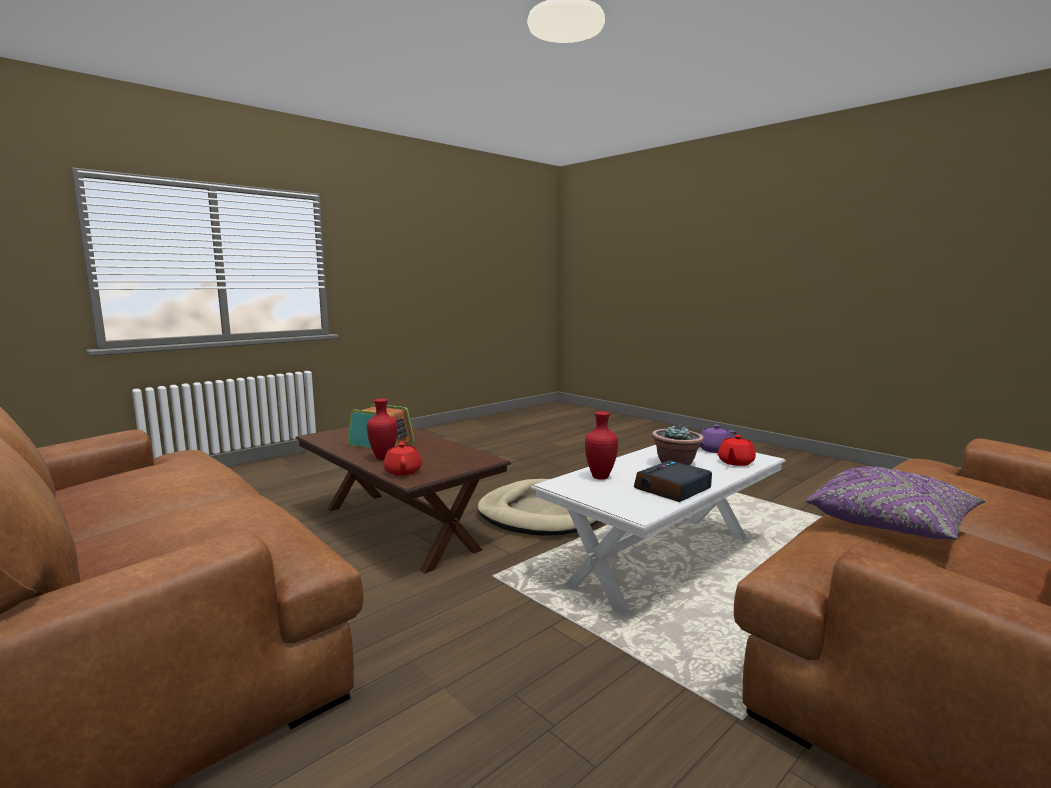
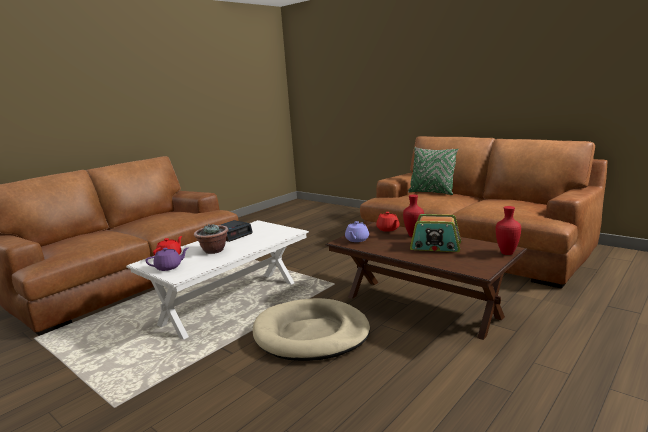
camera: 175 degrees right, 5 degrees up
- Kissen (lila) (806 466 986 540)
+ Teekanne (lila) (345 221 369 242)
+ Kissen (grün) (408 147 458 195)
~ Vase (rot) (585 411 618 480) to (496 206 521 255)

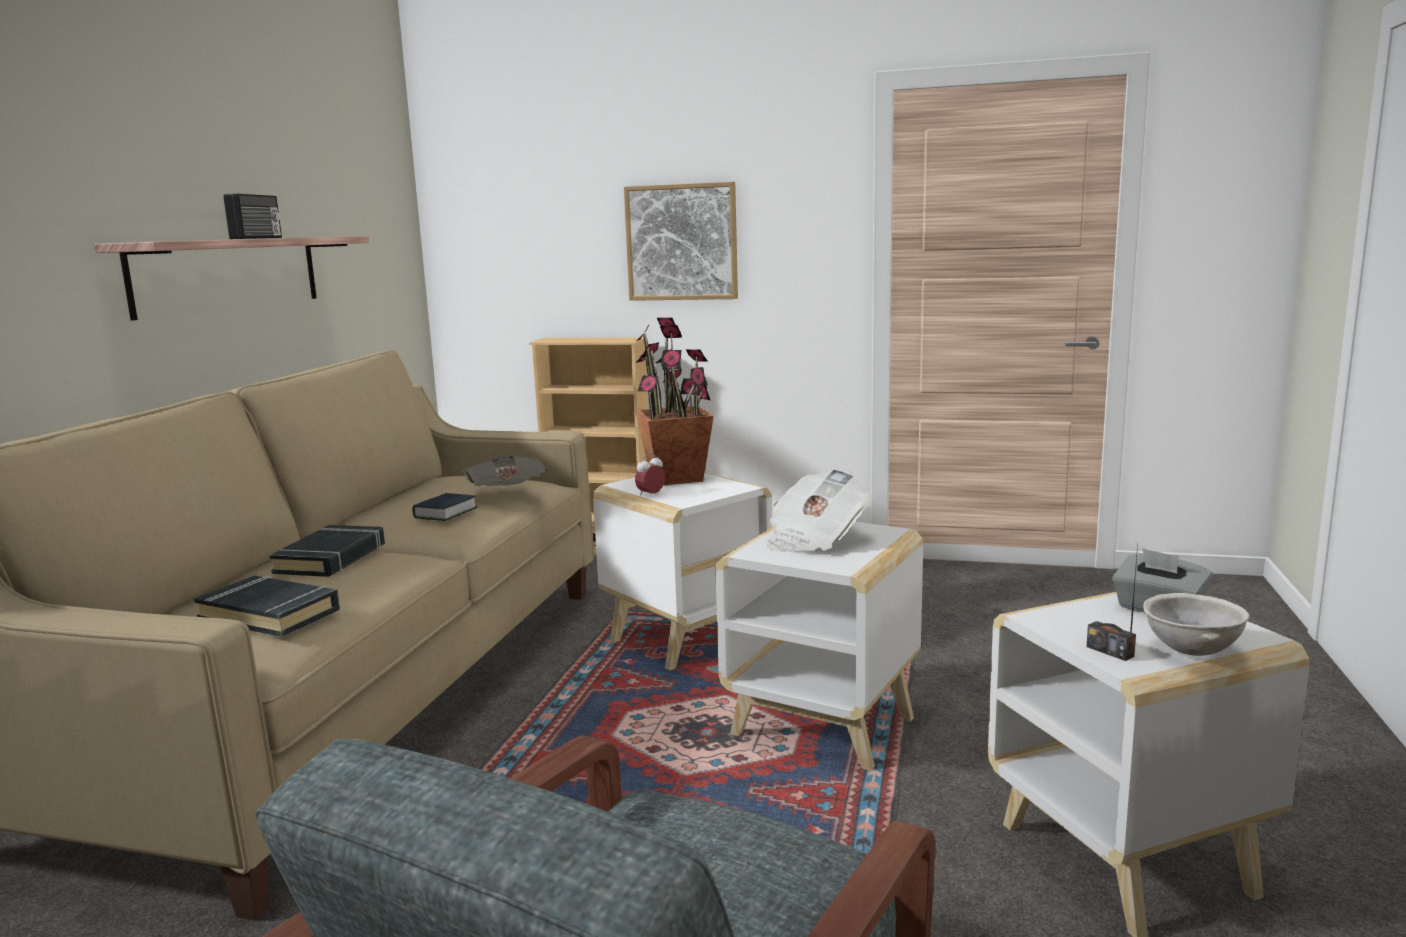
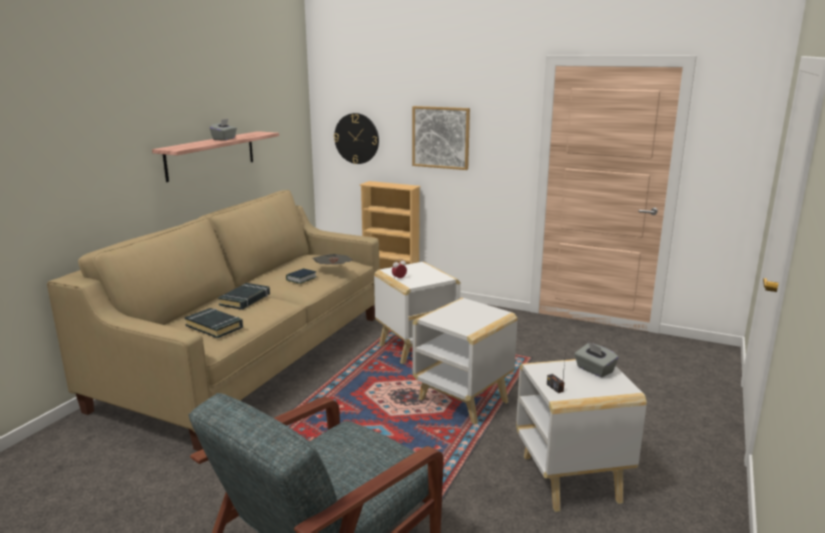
camera: 10 degrees right, 5 degrees up
- Topfpflanze (635 318 714 485)
- Zeitung (767 469 871 552)
- Schüssel (grau) (1143 593 1250 656)
+ Wanduhr (334 113 379 164)
~ Radio (224 194 282 239) to Taschentuchbox (grau) (210 119 237 141)

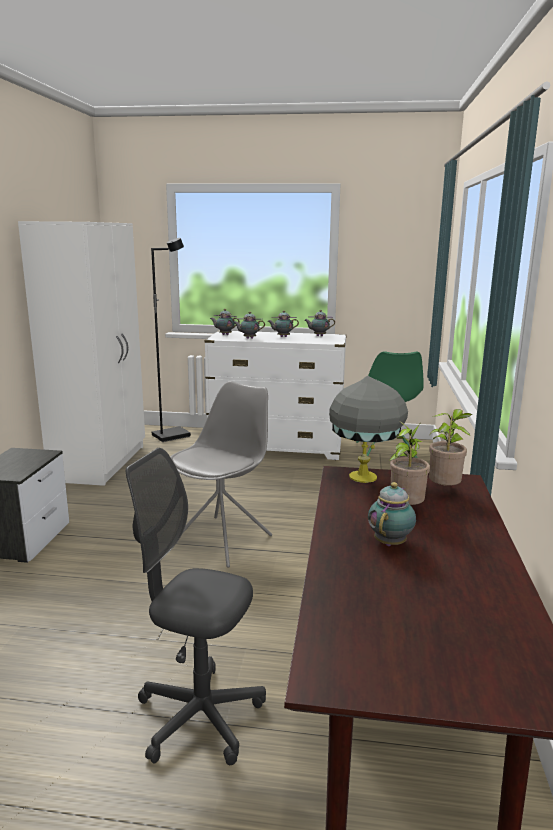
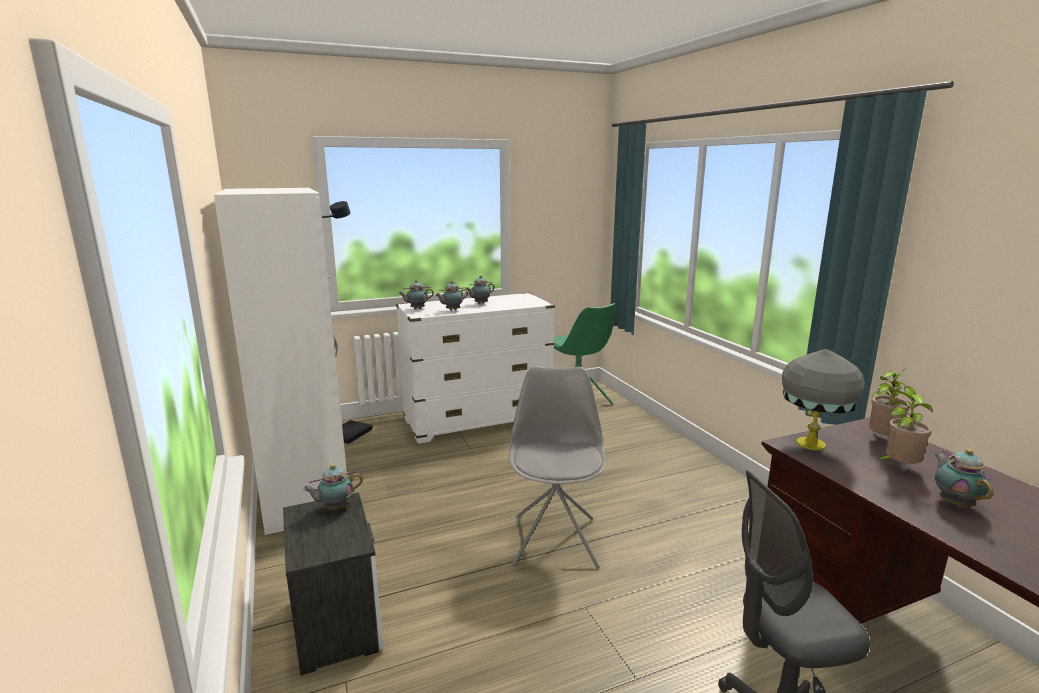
camera: 30 degrees left, 0 degrees up
~ Teekanne (304 310 335 336) to (303 464 363 510)

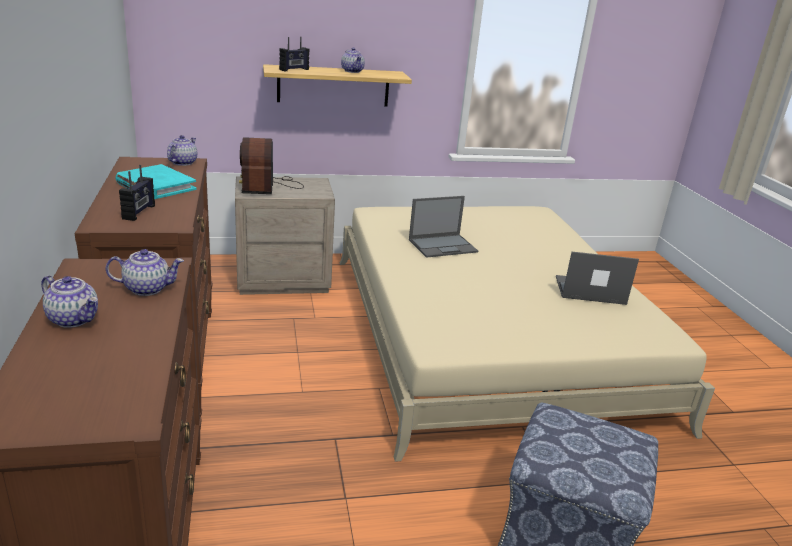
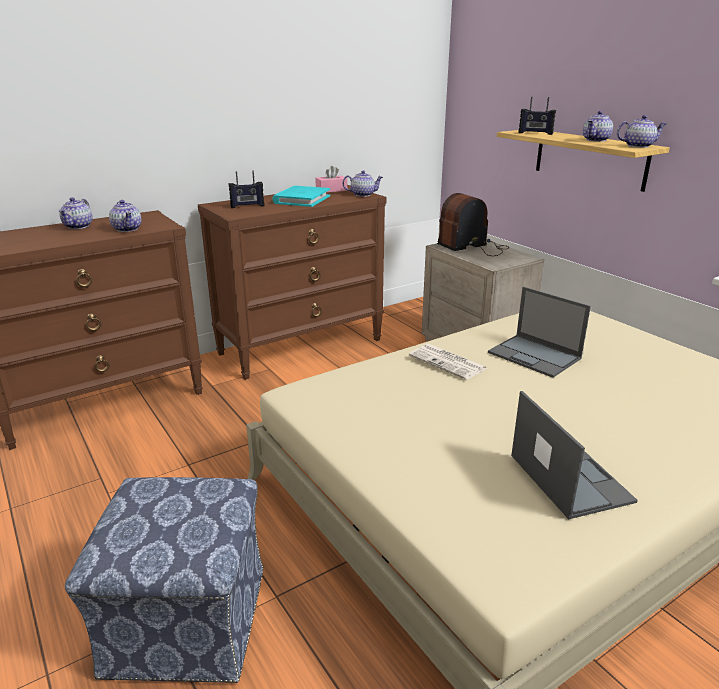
camera: 70 degrees right, 0 degrees up
+ Taschentuchbox (rosa) (315 166 347 193)
+ Zeitung (409 344 487 380)
+ Teekanne (617 115 667 148)

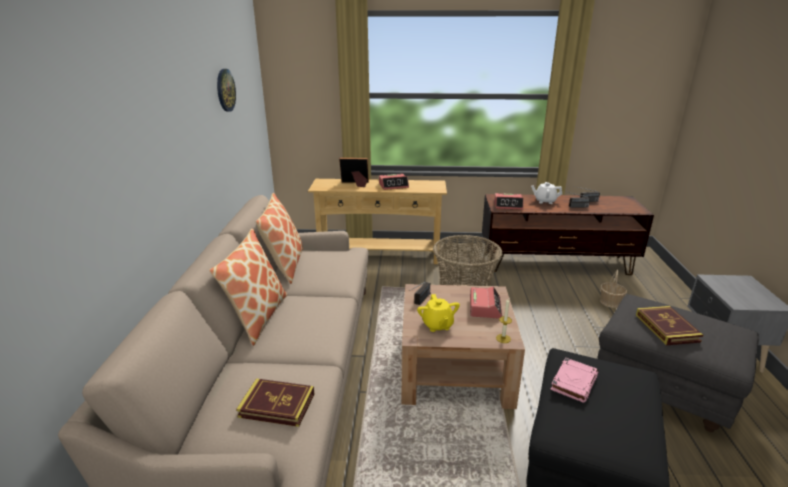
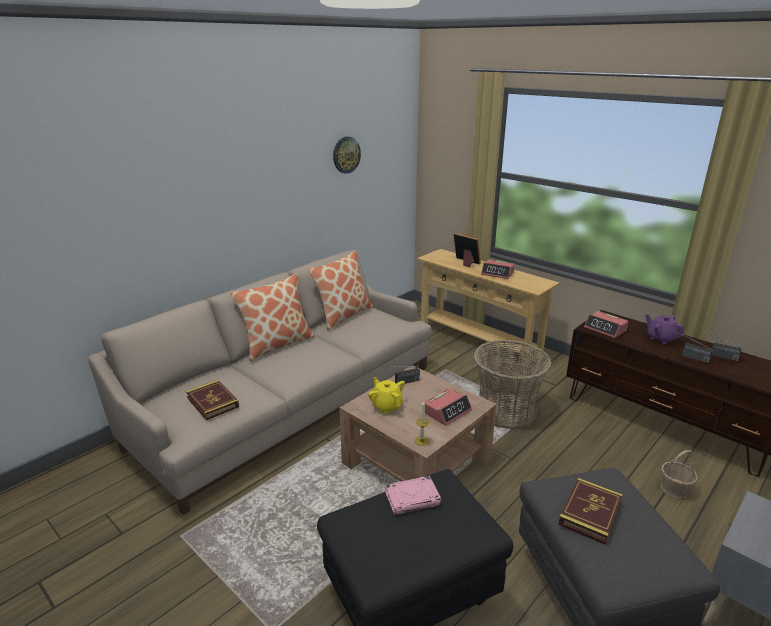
camera: 40 degrees right, 0 degrees up
~ Teekanne (weiß) (531 182 562 204) to Teekanne (lila) (645 314 684 344)
~ Teekanne (gelb) (417 294 460 332) = (368 377 405 414) 120 degrees clockwise

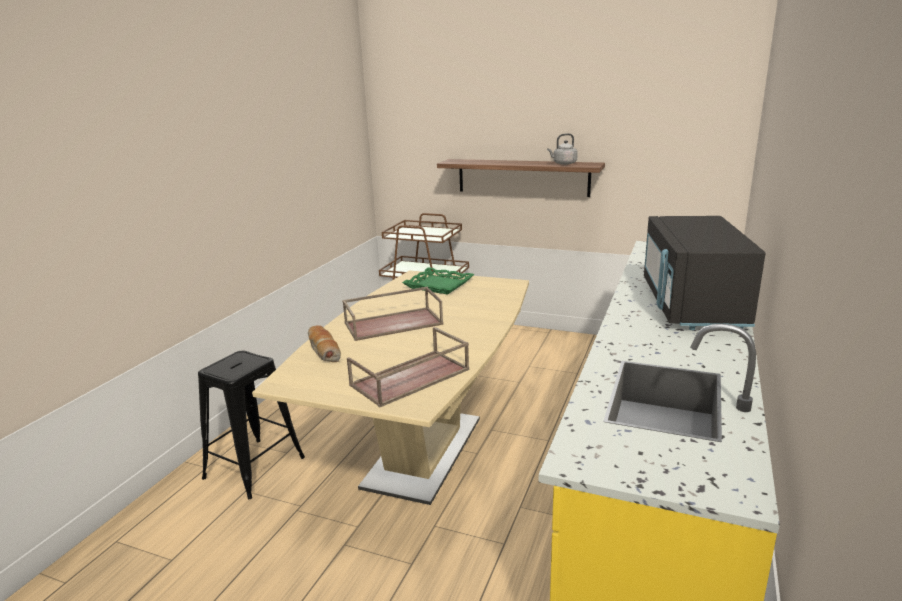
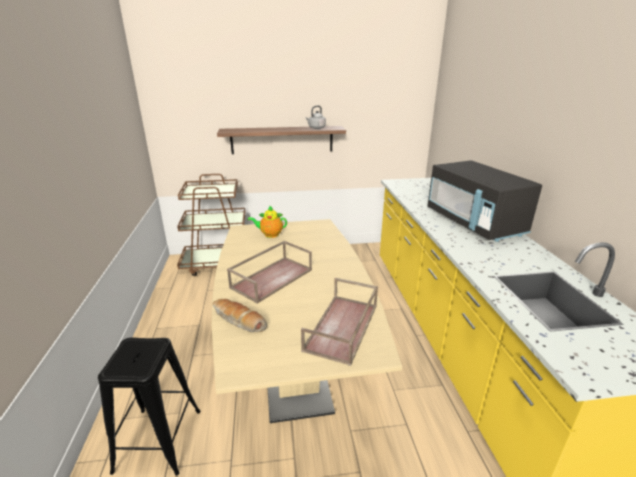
camera: 30 degrees left, 5 degrees up
~ Tablett (grün) (402 267 474 294) to Teekanne (247 205 287 238)

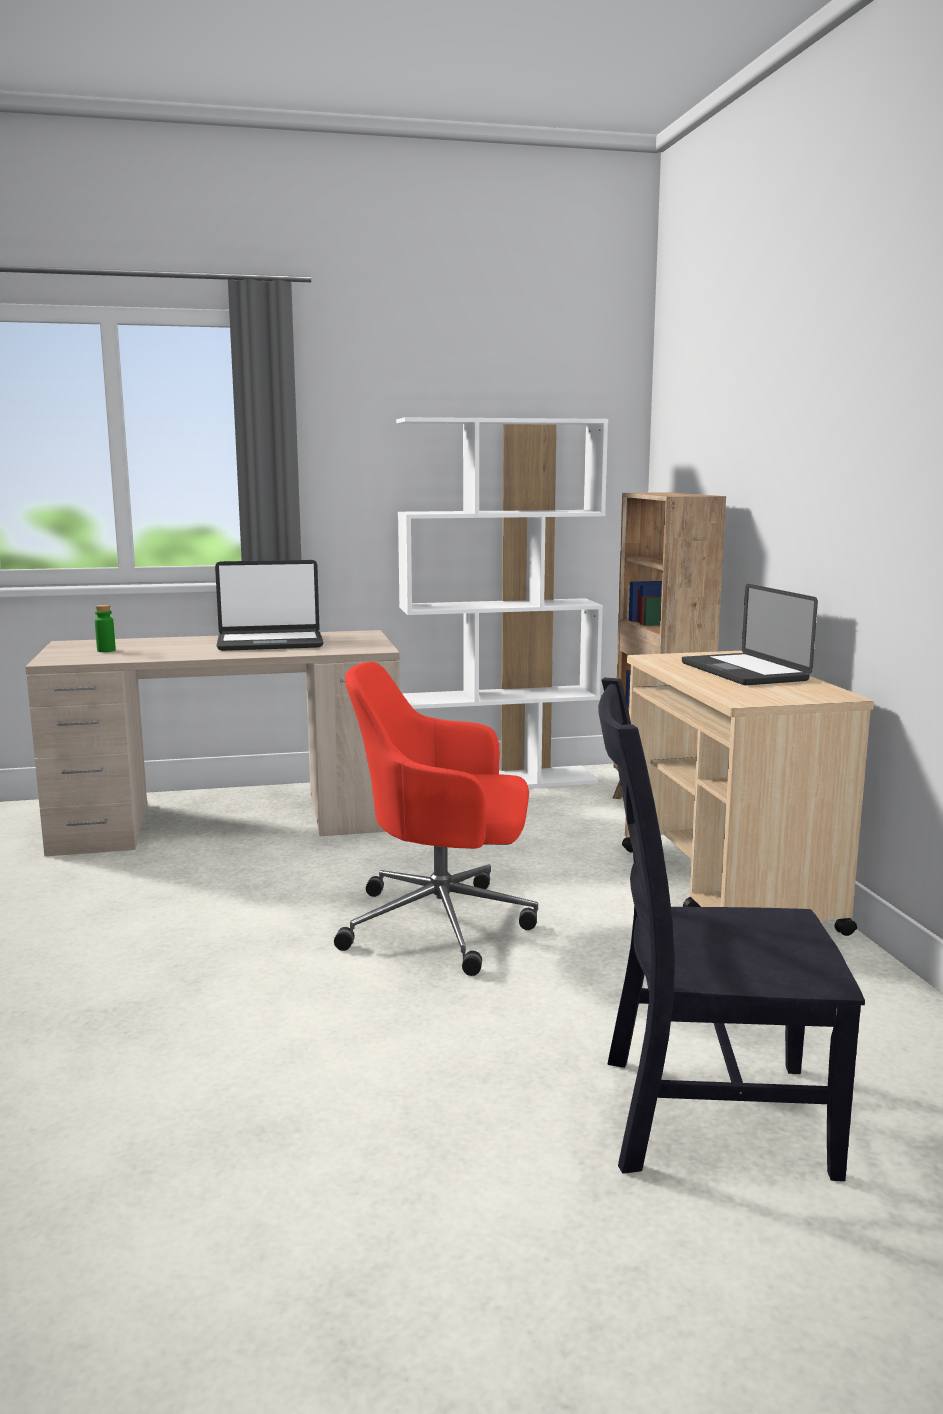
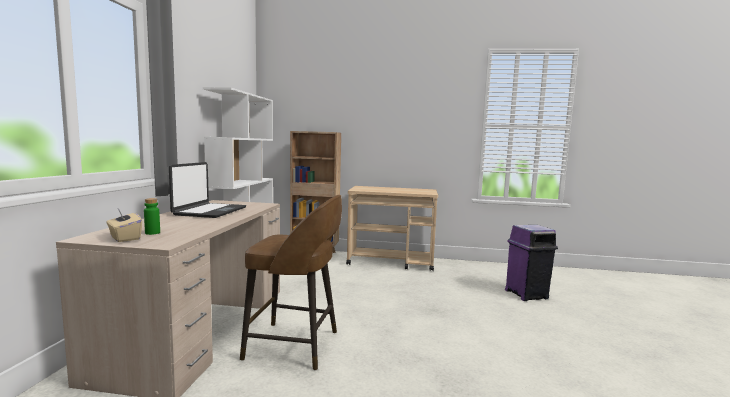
camera: 70 degrees left, 5 degrees down
- Bürostuhl (rot) (334 662 538 976)
- Laptop (682 584 818 685)
+ Taschentuchbox (beige) (106 209 142 242)
+ Hocker (braun) (240 195 342 370)
~ Stuhl (schwarz) (598 677 865 1181) to Mülleimer (lila) (505 225 558 301)

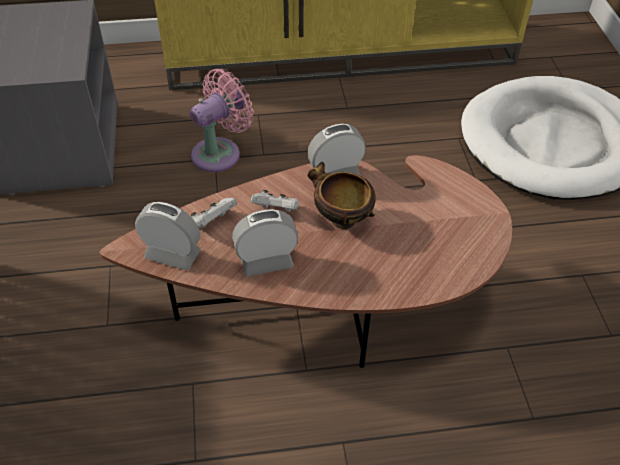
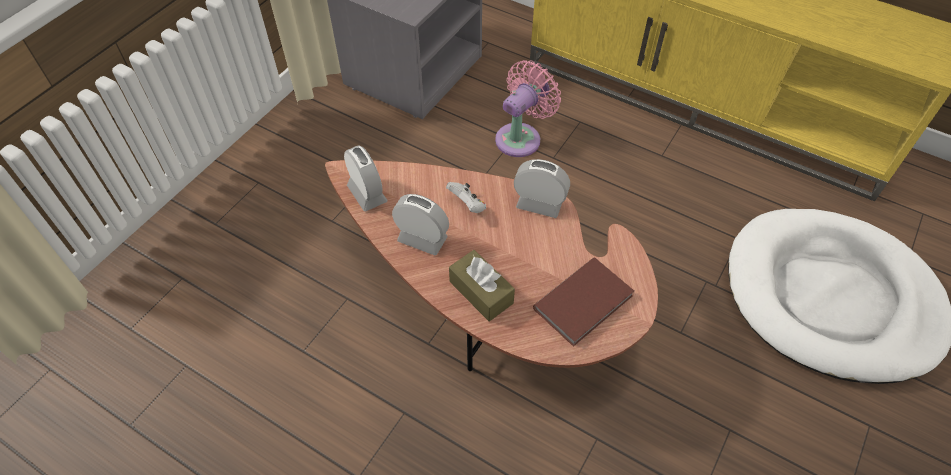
camera: 40 degrees right, 5 degrees up
- Gamepad (weiß) (191 198 237 228)
- Schüssel (307 162 376 229)
+ Taschentuchbox (braun) (449 250 515 321)
+ Buch (braun) (533 257 634 347)
~ Ventilator (rosa) (190 69 254 172) = (495 60 561 157) 45 degrees counterclockwise

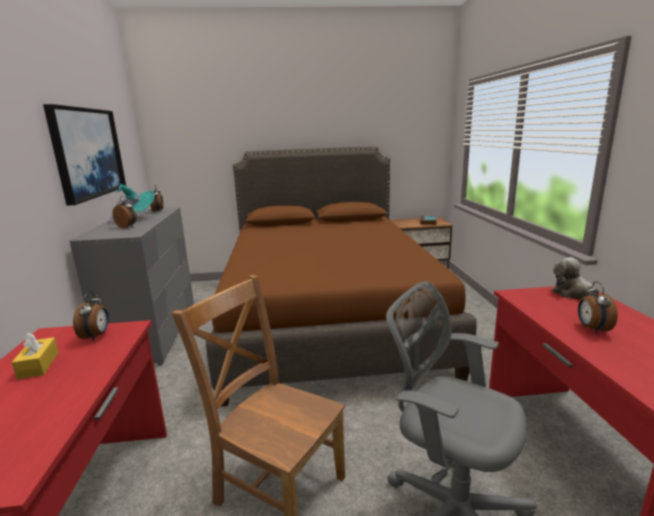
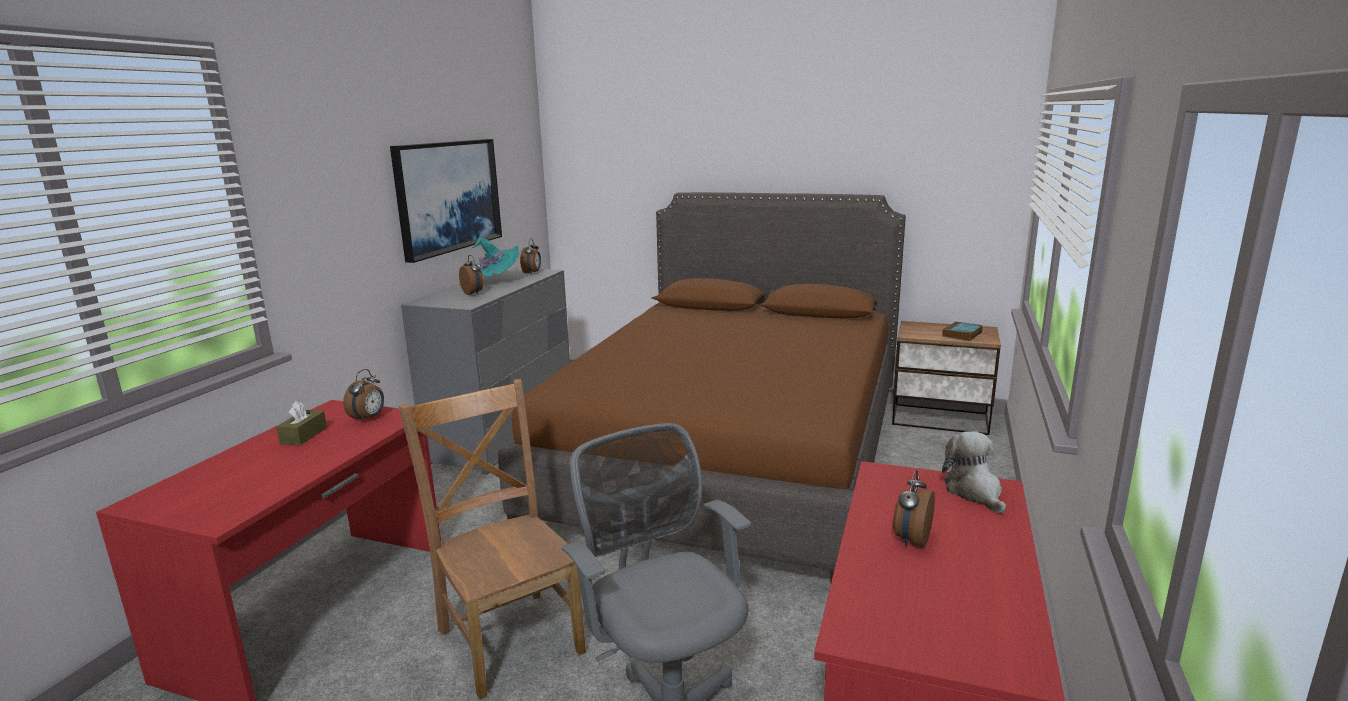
camera: 25 degrees right, 0 degrees up
~ Taschentuchbox (gelb) (11 332 59 379) to Taschentuchbox (braun) (276 401 327 445)

